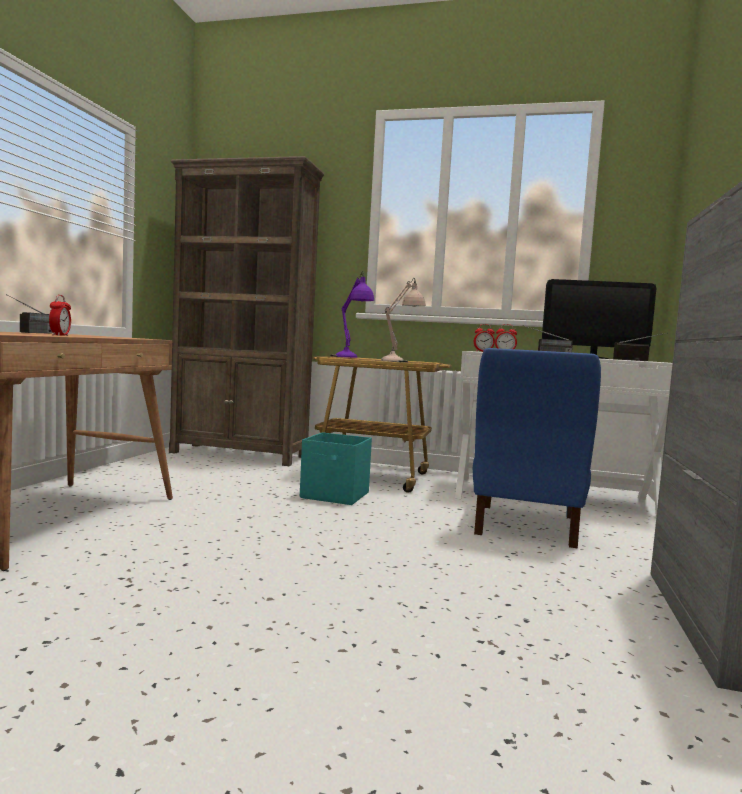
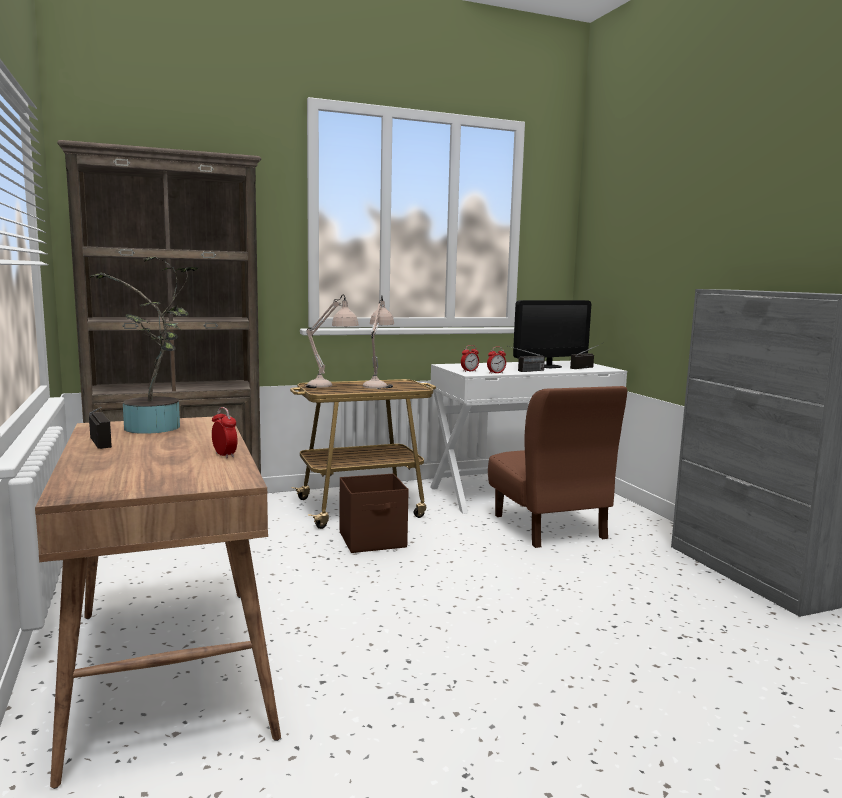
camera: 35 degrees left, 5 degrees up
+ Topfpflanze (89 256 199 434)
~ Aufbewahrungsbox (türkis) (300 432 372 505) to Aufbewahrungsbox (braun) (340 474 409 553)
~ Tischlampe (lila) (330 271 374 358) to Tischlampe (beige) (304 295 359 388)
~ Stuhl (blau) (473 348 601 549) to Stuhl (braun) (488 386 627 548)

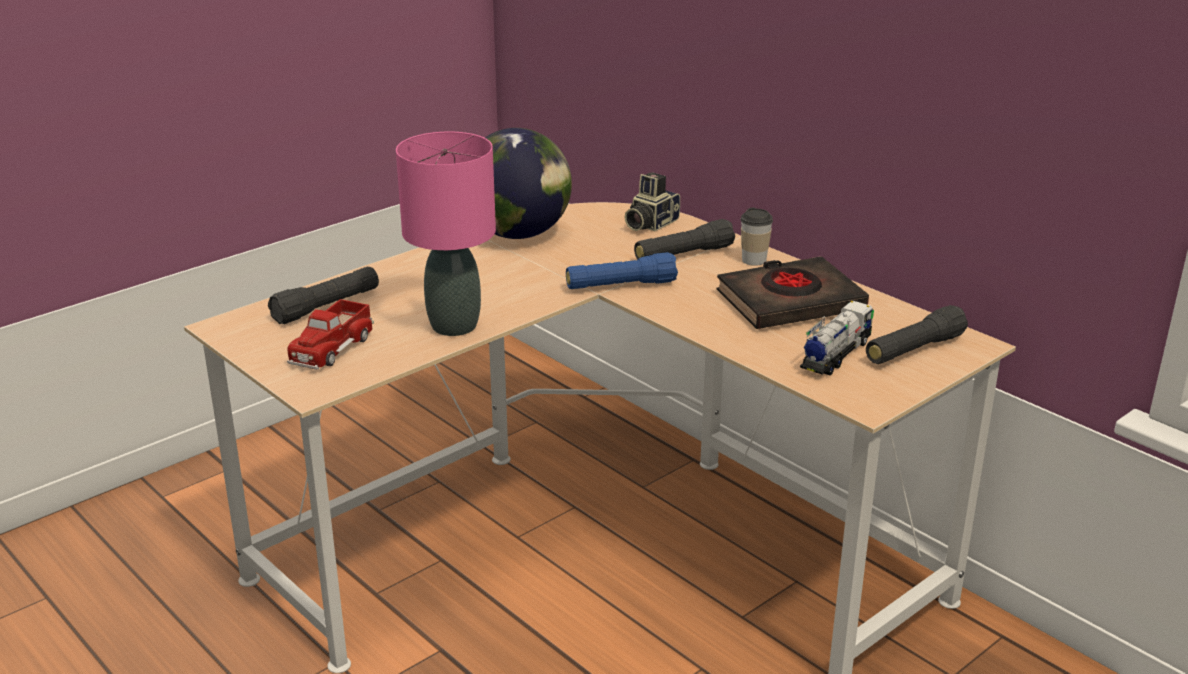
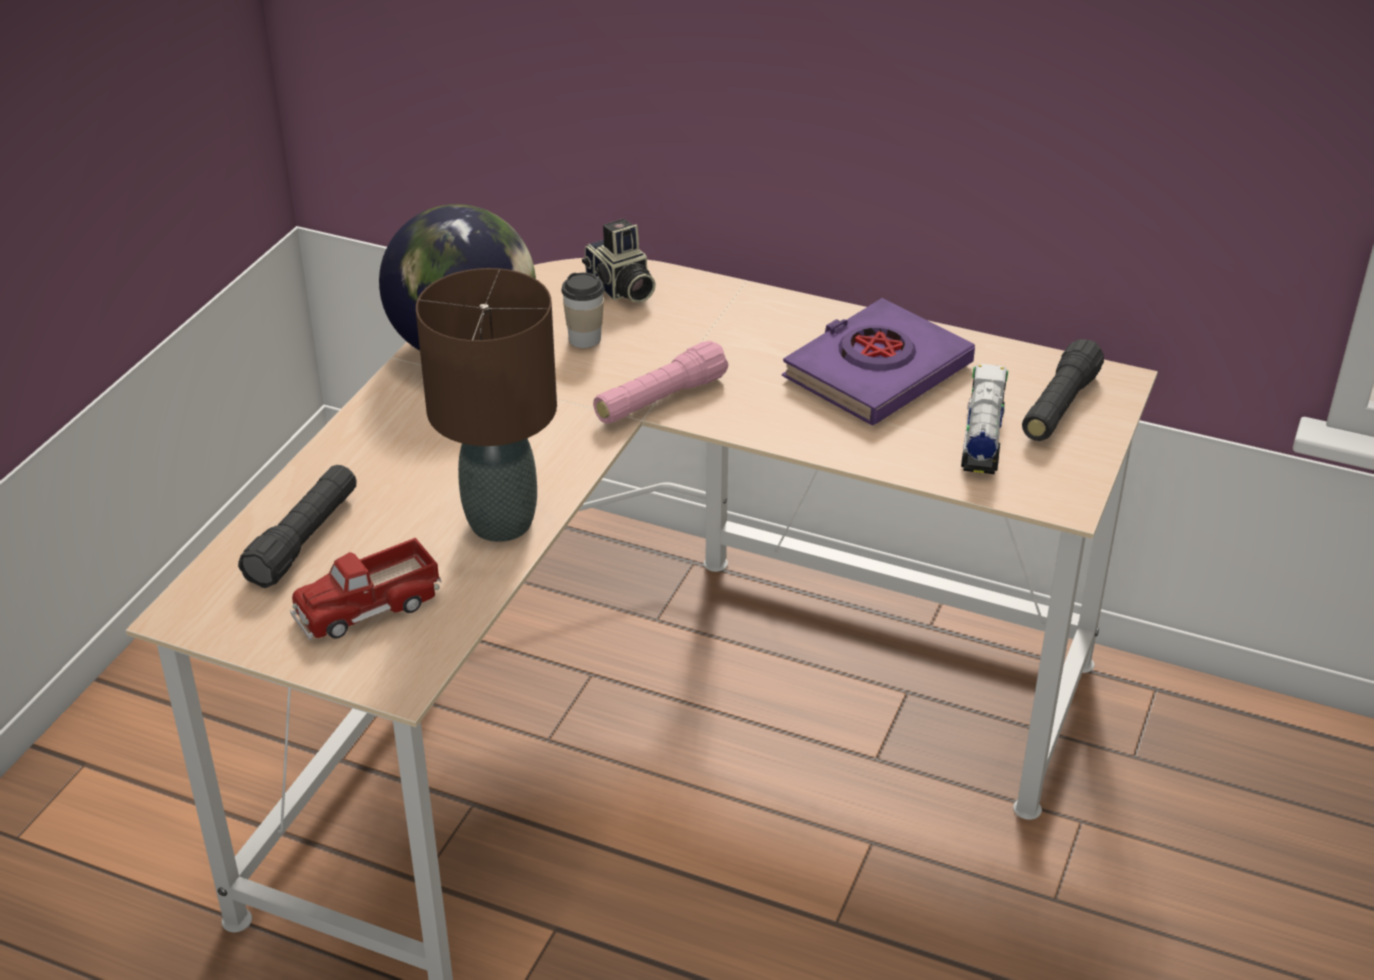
camera: 25 degrees left, 10 degrees up
- Taschenlampe (schwarz) (634 219 735 259)
~ Tasse (741 208 773 266) to (561 273 605 348)
~ Tischlampe (rosa) (396 132 496 336) to Tischlampe (braun) (416 268 557 542)
~ Taschenlampe (blau) (566 252 678 289) to Taschenlampe (rosa) (593 341 728 424)
~ Buch (schwarz) (716 256 869 329) to Buch (lila) (782 298 975 425)
~ Spielzeuglaster (287 299 374 370) = (290 538 441 641) 60 degrees clockwise
~ Kamera (625 172 680 231) = (582 219 656 303) 45 degrees counterclockwise

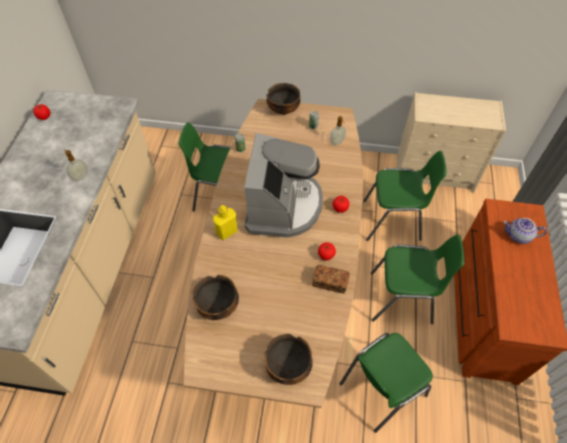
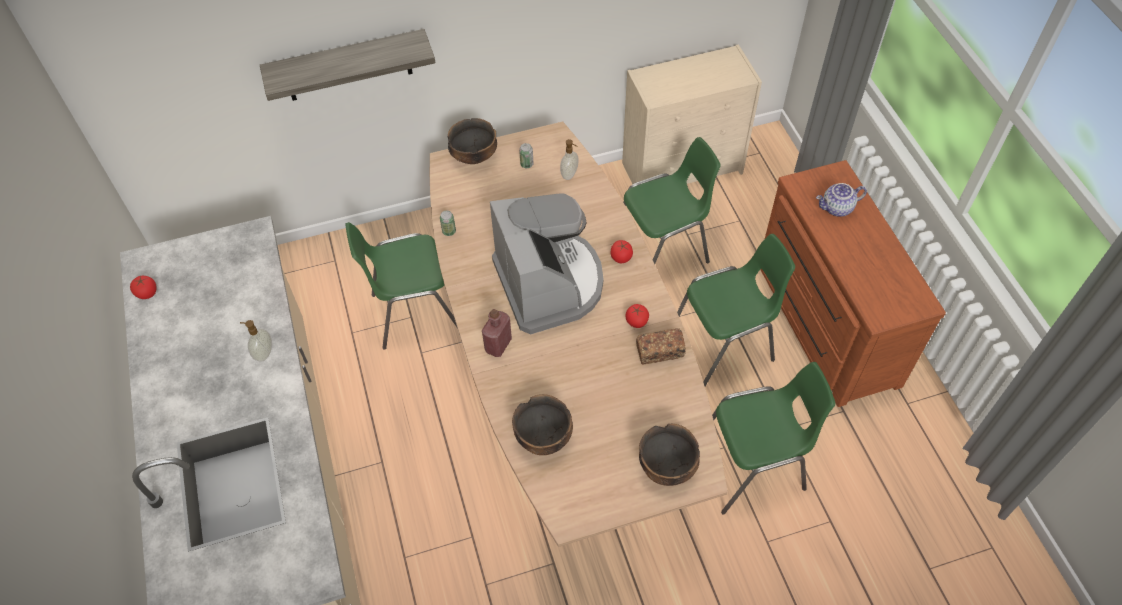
camera: 25 degrees left, 0 degrees up
+ Wandregal (260 29 435 101)
~ Flasche (gelb) (213 205 238 240) to Flasche (rot) (482 309 512 357)
~ Stuhl (grün) (340 333 433 433) = (712 362 835 515) 135 degrees counterclockwise

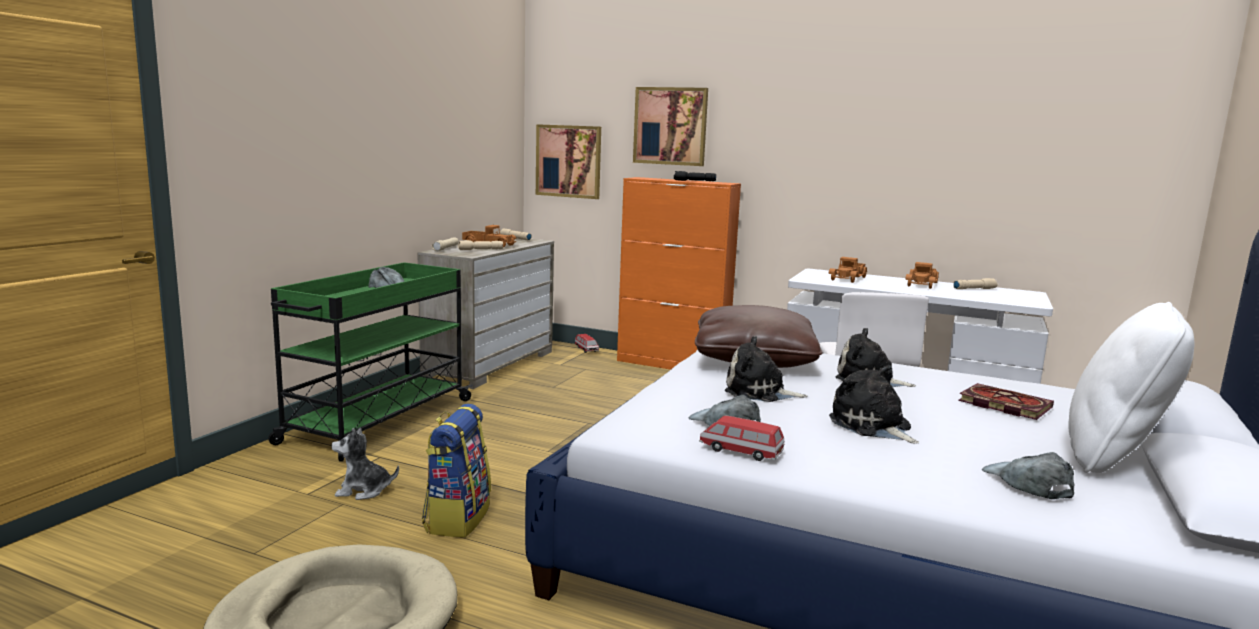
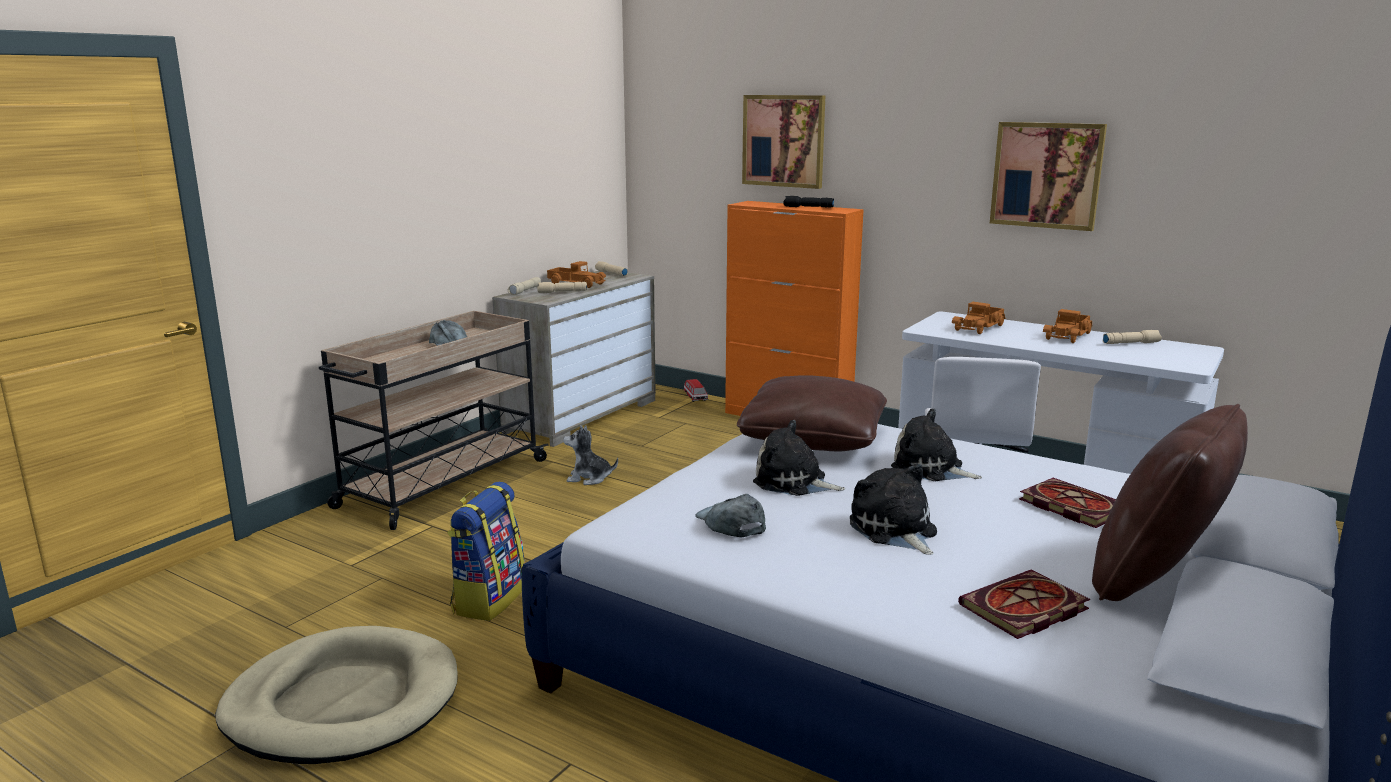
camera: 10 degrees right, 5 degrees up
- Spielzeugauto (699 415 784 461)
~ Plüschtier (331 427 399 500) to (563 425 618 485)
~ Bild (536 124 601 199) to (990 122 1107 231)
~ Kappe (grau) (982 452 1074 499) to Buch (958 570 1090 639)
~ Rollwagen (grün) (268 262 473 462) to Rollwagen (beige) (319 311 549 530)
~ Kissen (weiß) (1068 302 1195 473) to Kissen (braun) (1092 404 1248 601)

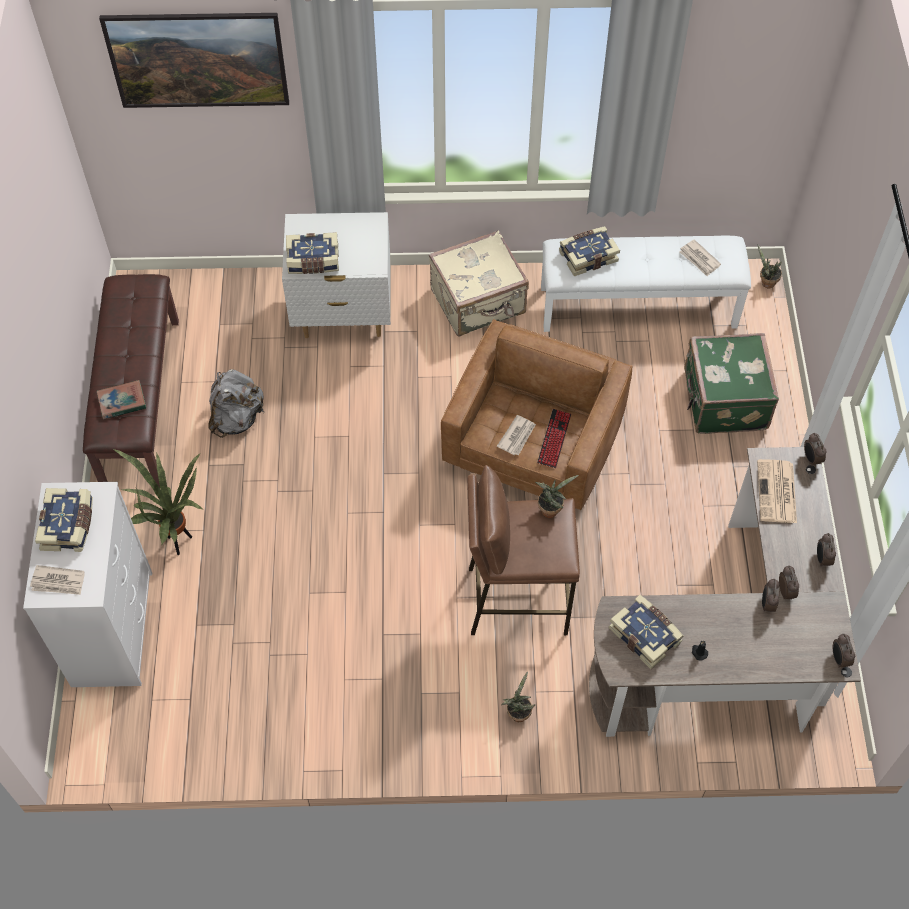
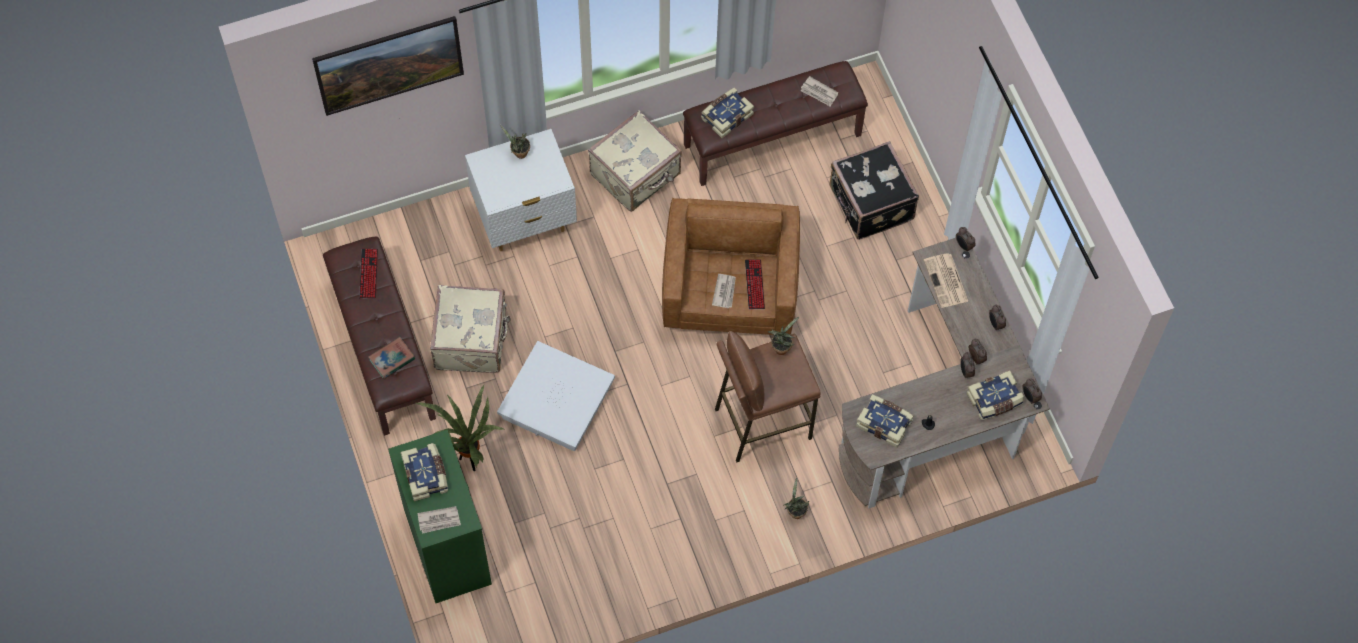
camera: 20 degrees left, 5 degrees up
+ Tastatur (359 249 378 299)
+ Aufbewahrungsbox (weiß) (497 341 615 451)
~ Buch (286 232 339 274) to (966 370 1025 420)
~ Topfpflanze (758 245 782 289) to (500 124 530 159)
~ Rucksack (grau) (208 369 264 438) to Koffer (beige) (430 285 511 373)
~ Kommode (weiß) (23 482 152 687) to Kommode (grün) (388 430 492 603)
~ Bank (weiß) (541 236 751 332) to Bank (braun) (683 61 868 186)
~ Koffer (grün) (684 333 779 434) to Koffer (schwarz) (829 141 919 240)

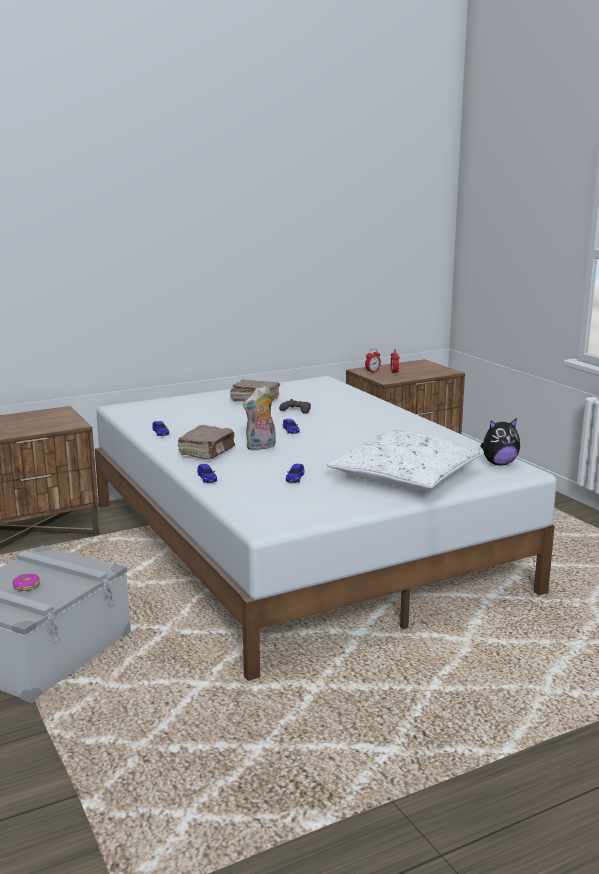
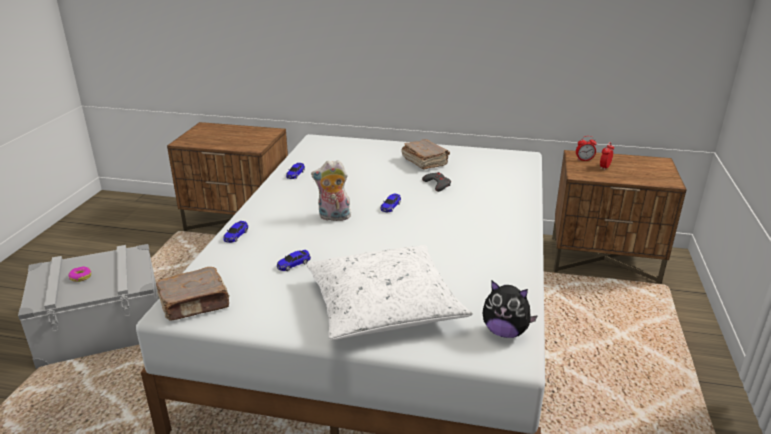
camera: 40 degrees right, 10 degrees up
~ Buch (braun) (178 425 235 459) to (156 267 230 320)

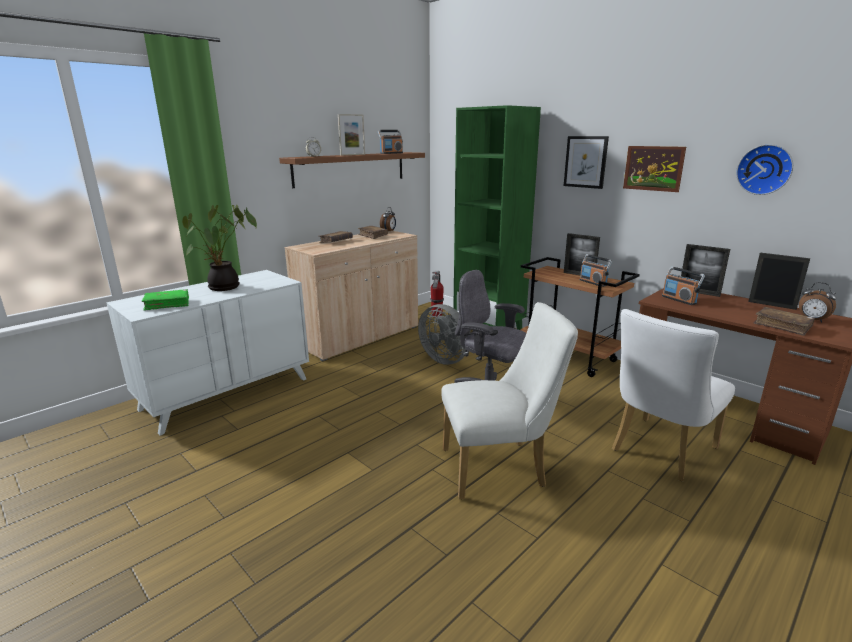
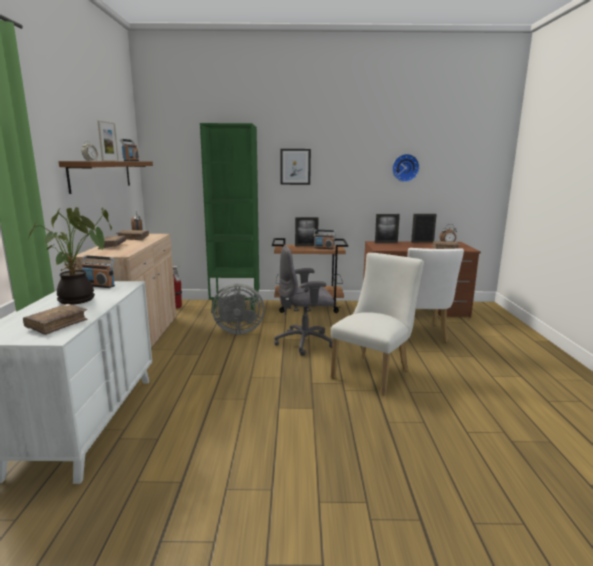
camera: 45 degrees left, 5 degrees down
- Bild (623 146 686 192)
~ Radio (662 266 705 305) to (81 255 115 288)
~ Buch (grün) (142 289 189 311) to Buch (braun) (23 304 88 335)

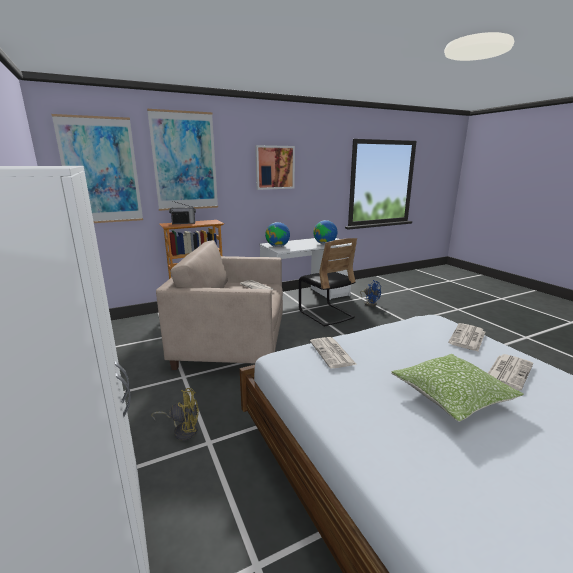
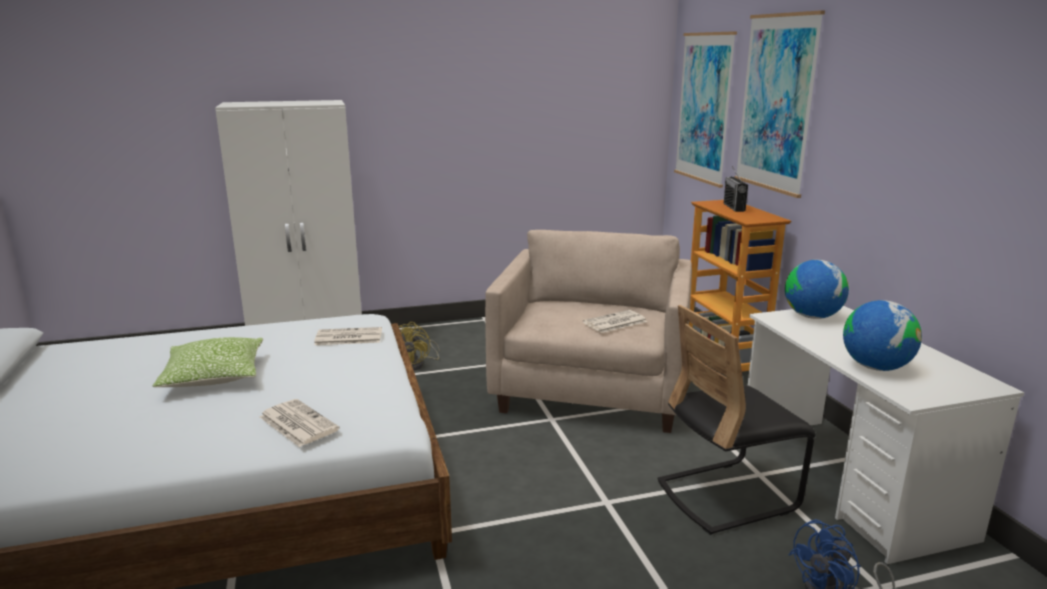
camera: 100 degrees right, 0 degrees up
- Bild (255 145 295 190)
- Zeitung (488 354 533 390)

